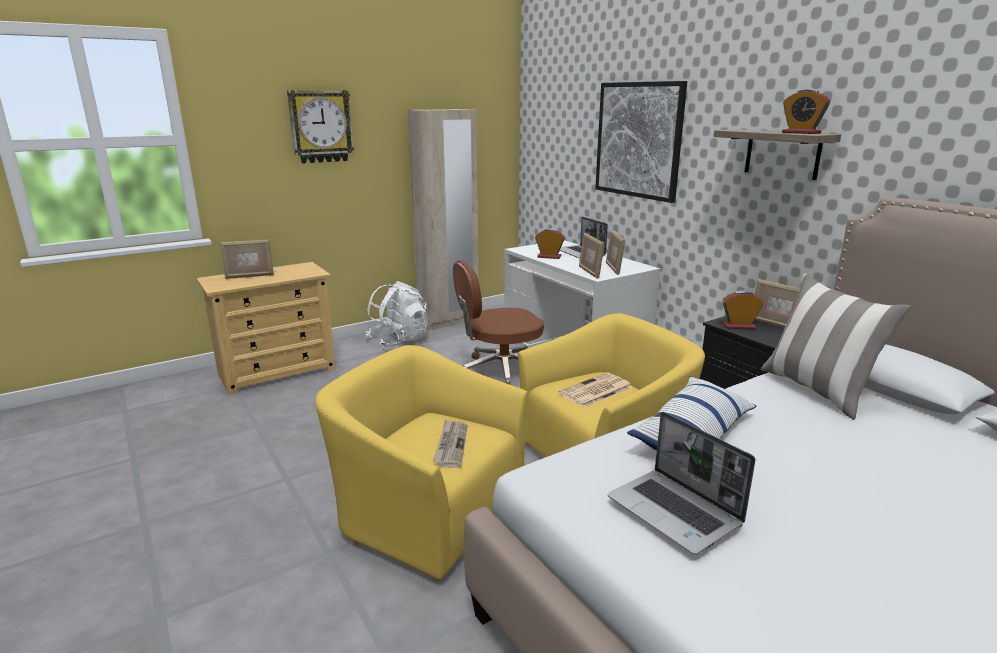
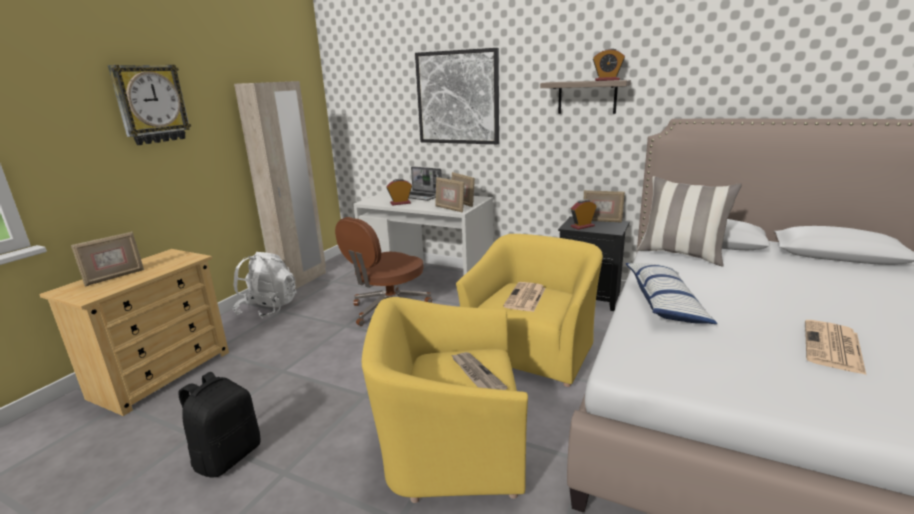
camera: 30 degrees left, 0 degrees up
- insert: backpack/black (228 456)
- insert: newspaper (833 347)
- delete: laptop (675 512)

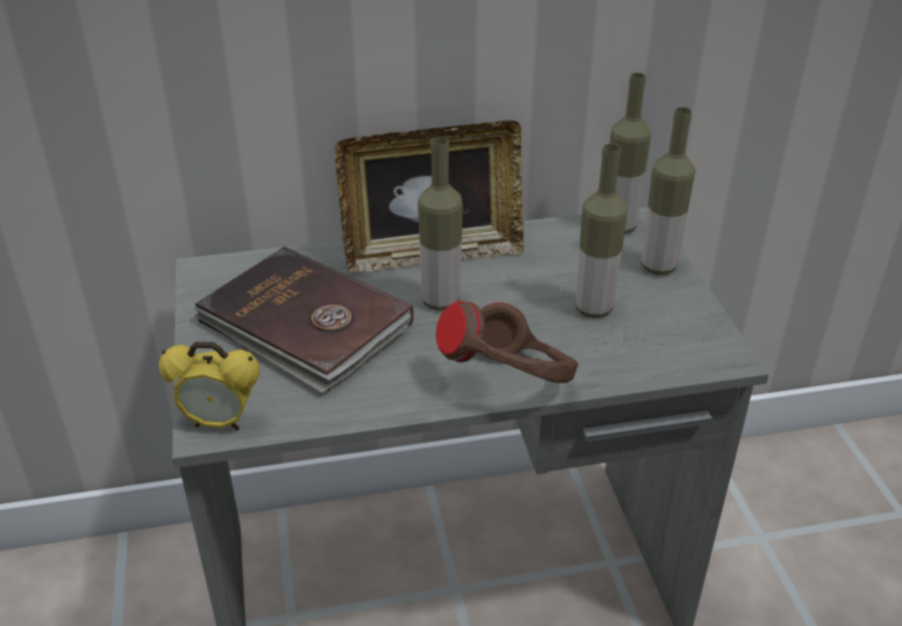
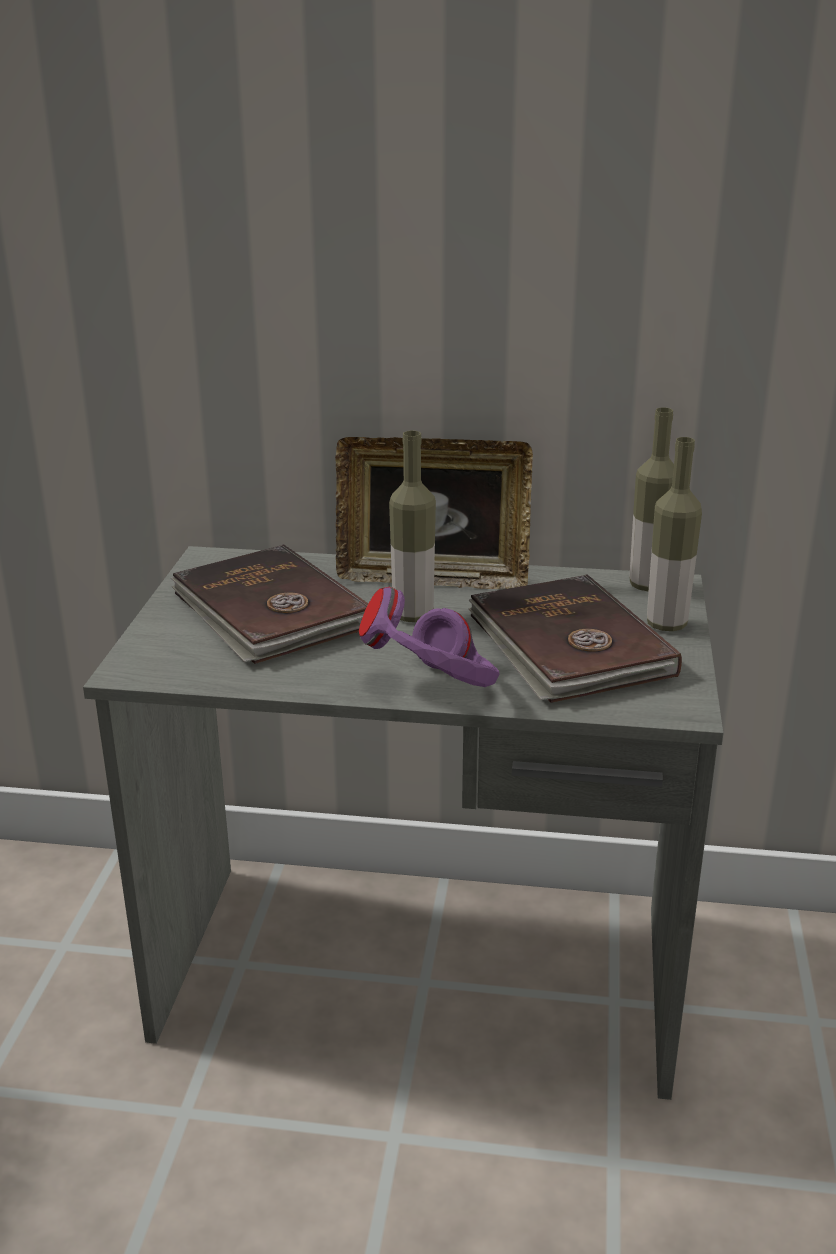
camera: 20 degrees right, 10 degrees down
- recolor: headphones/brown (510 383) to headphones/purple (434 690)
- replace: bottle (593 309) to book/brown (567 647)
- delete: alarm clock (219 423)

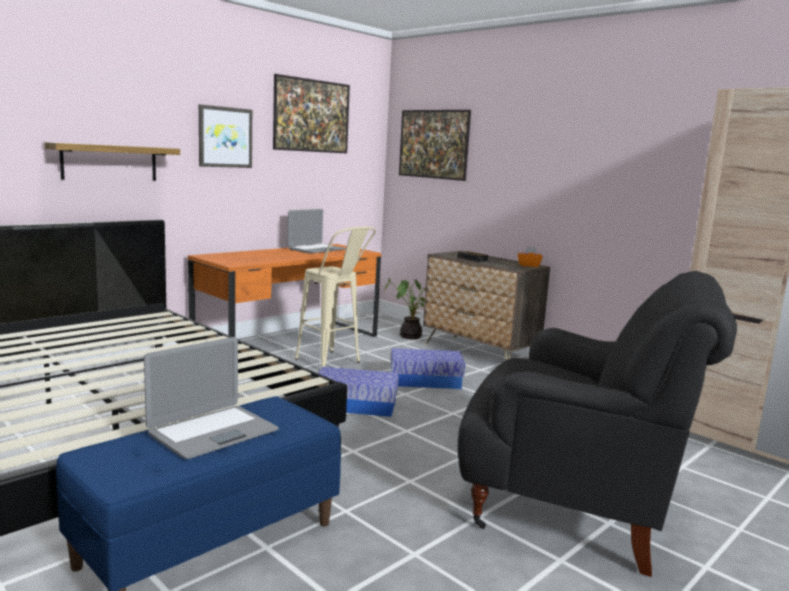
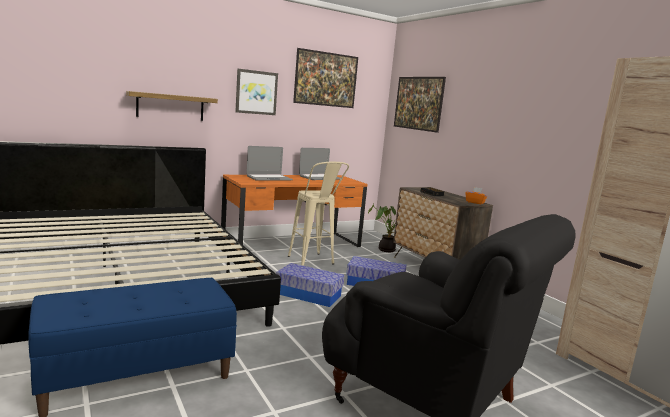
camera: 15 degrees right, 0 degrees up
- move: laptop (212 432) to (269 178)

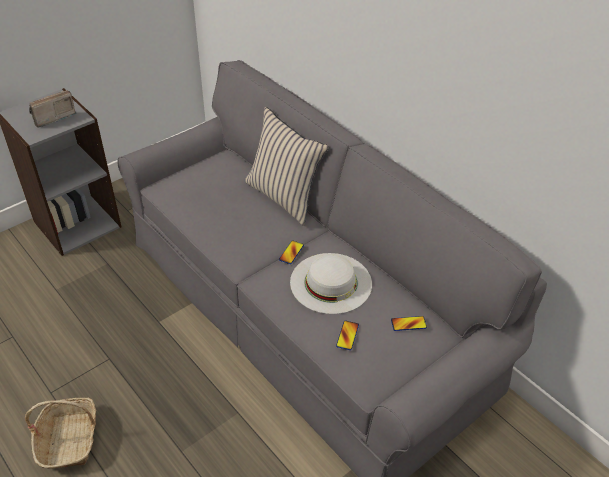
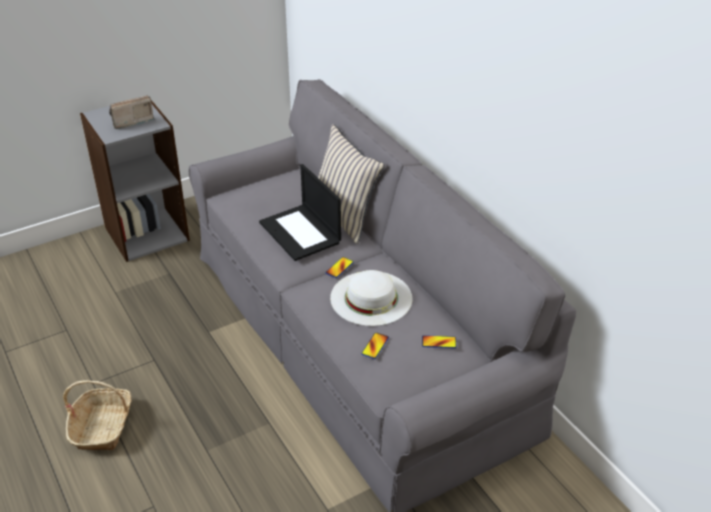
camera: 10 degrees right, 5 degrees down
- insert: laptop (301 233)

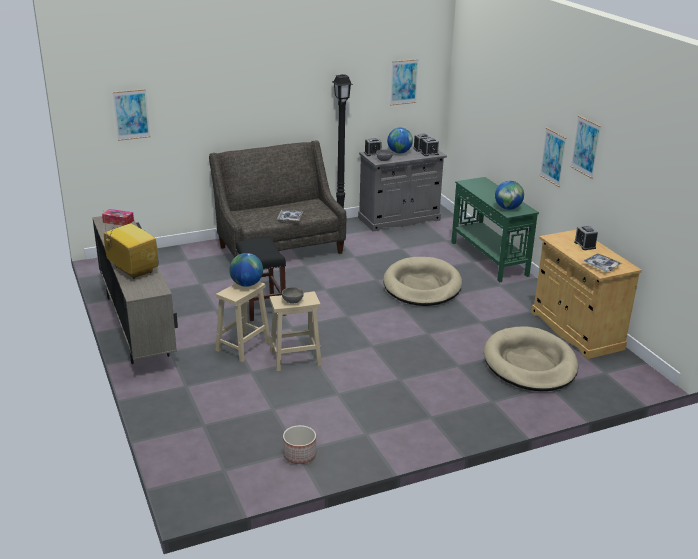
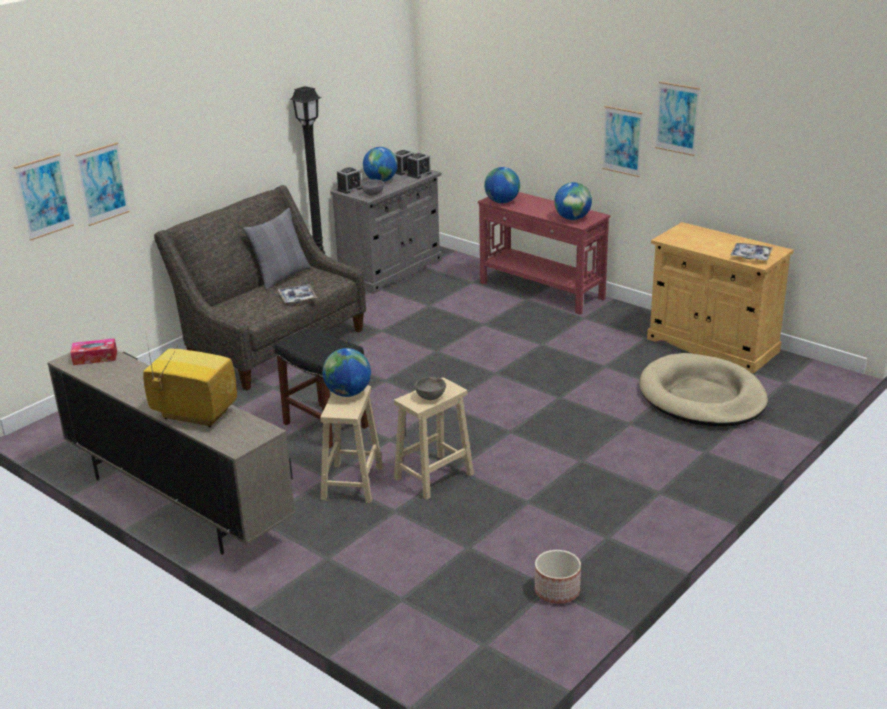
camera: 25 degrees left, 0 degrees up
- move: picture (404 82) to (102 184)
- insert: pillow/grey (281 277)
- recolor: console table/green (488 259) to console table/red (541 291)
- insert: globe (502 202)
- delete: dog bed/beige (422 286)
- delete: alarm clock (584 245)

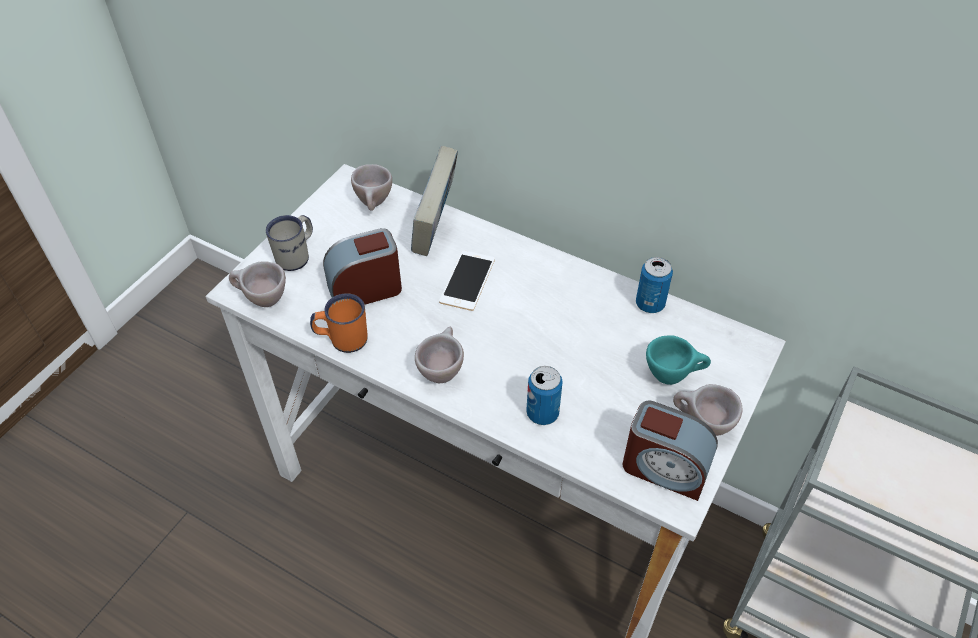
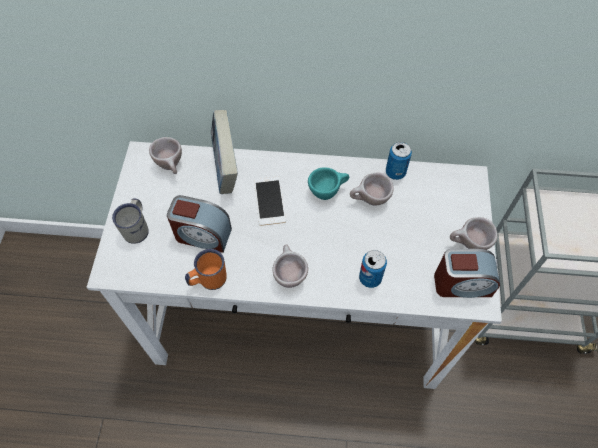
camera: 25 degrees left, 10 degrees up
- rotate: alarm clock (365 289) = (202 235) 120 degrees counterclockwise
- move: cup/turquoise (673 375) to (328 192)
- move: cup/beige (261 300) to (369 201)

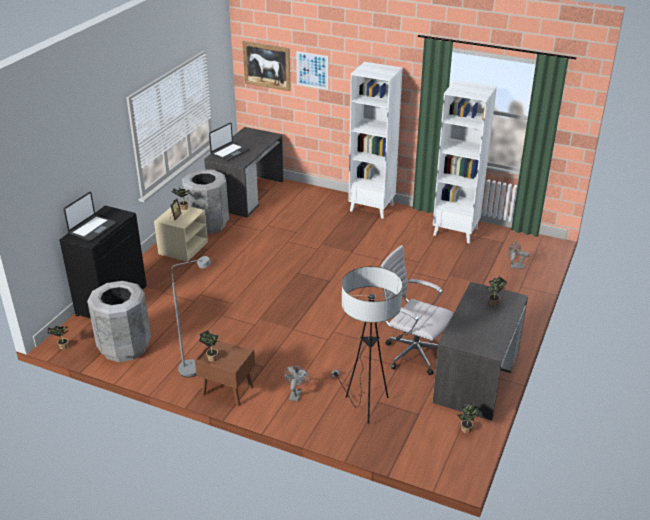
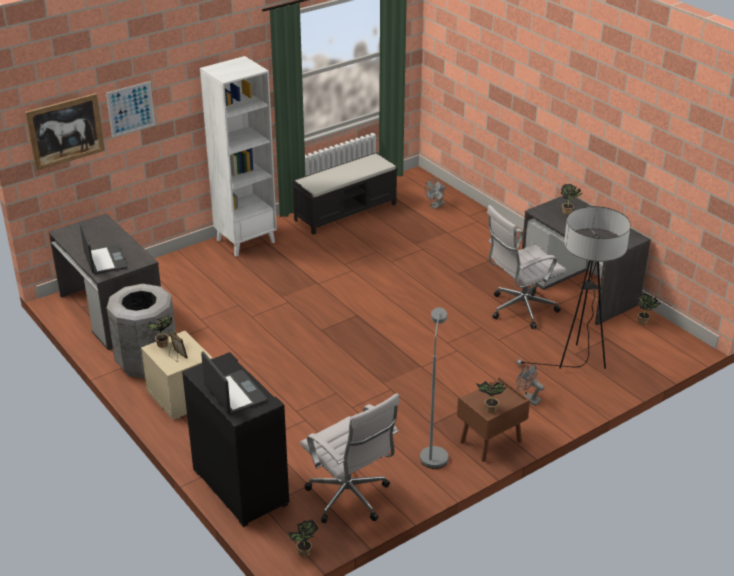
camera: 60 degrees left, 0 degrees up
- replace: bookcase/white (456 231) to bench/black (346 212)
- replace: trash can/grey (124 347) to office chair/white (350 499)

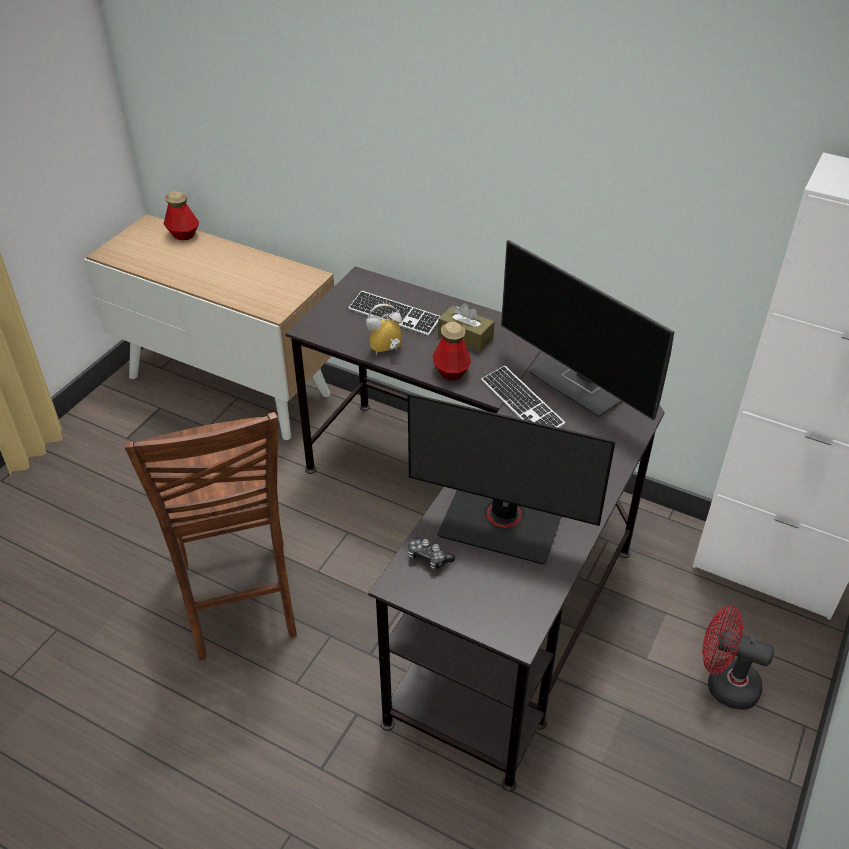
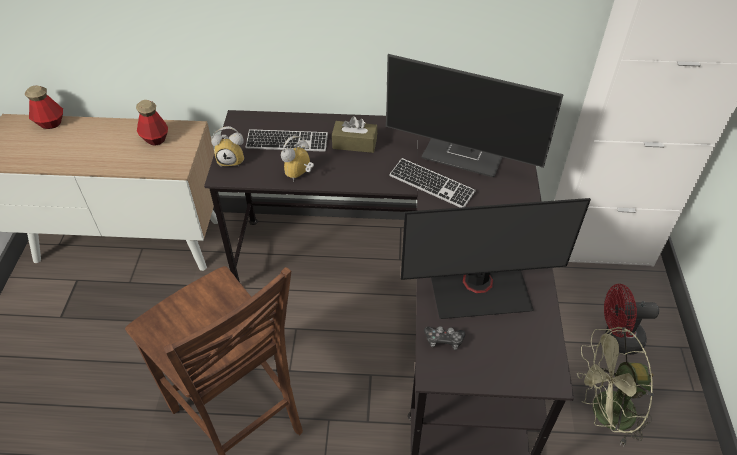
camera: 25 degrees left, 5 degrees up
- move: bottle (451 371) to (155 139)
- insert: alarm clock (232 160)
- insert: fan/green (604 414)

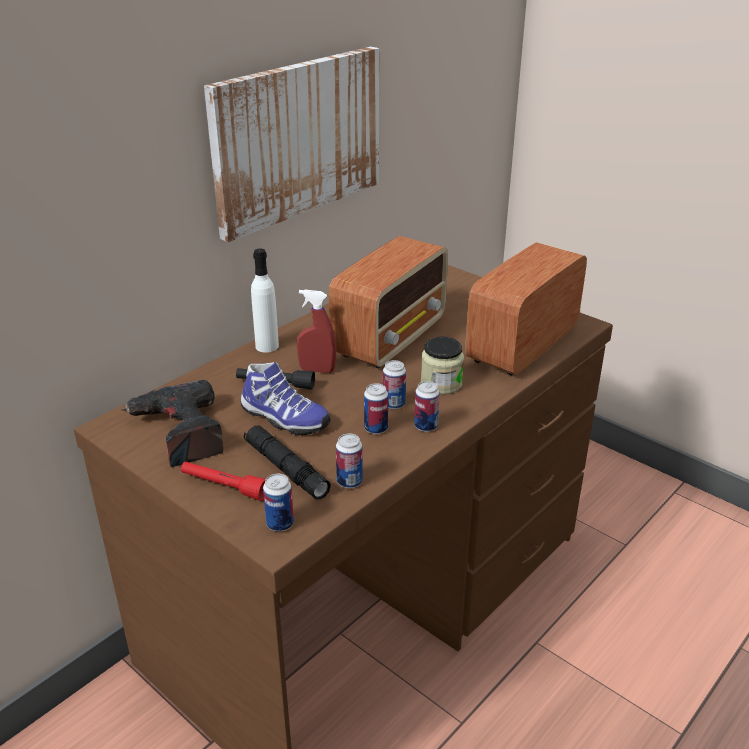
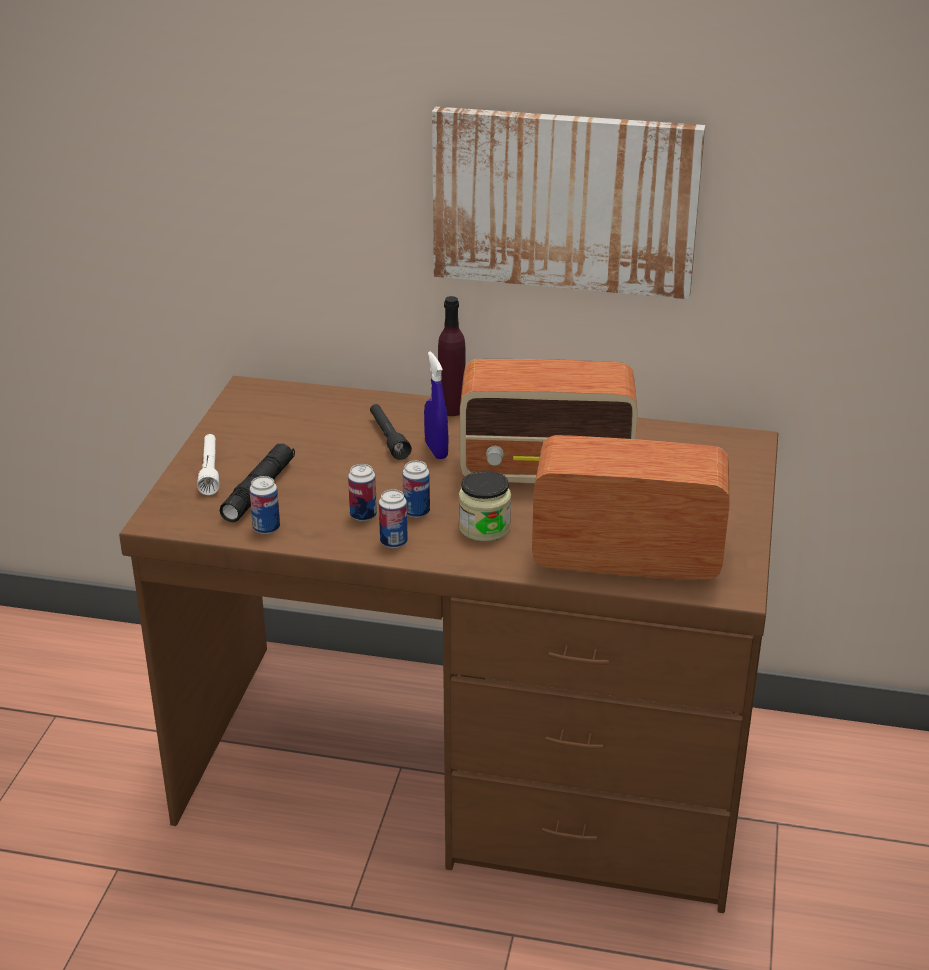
camera: 60 degrees right, 0 degrees up
- recolor: flashlight/red (224 487) to flashlight/white (210 471)
- recolor: spray bottle/red (317 370) to spray bottle/blue (436 450)
- recolor: bottle/white (267 346) to bottle/purple (452 409)
- delete: power drill (180 433)
- delete: shoe (283 419)
- delete: can (280 524)

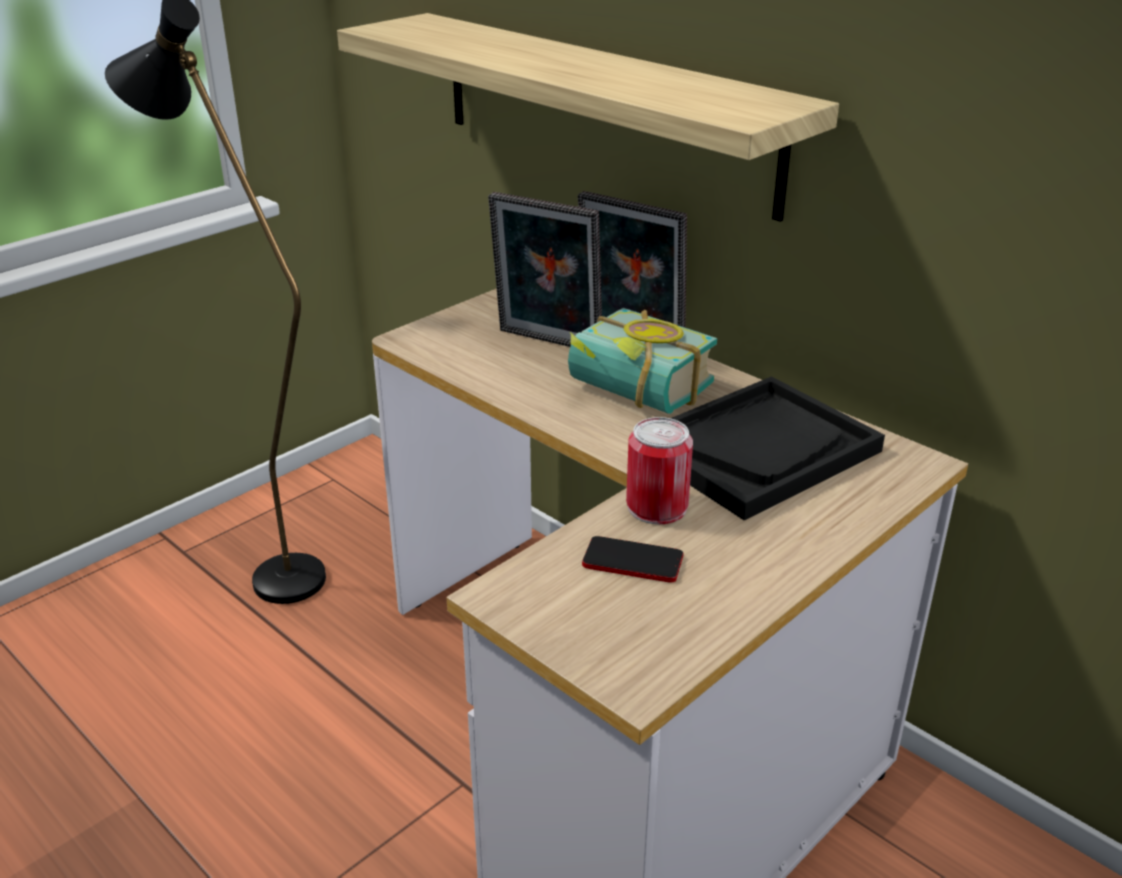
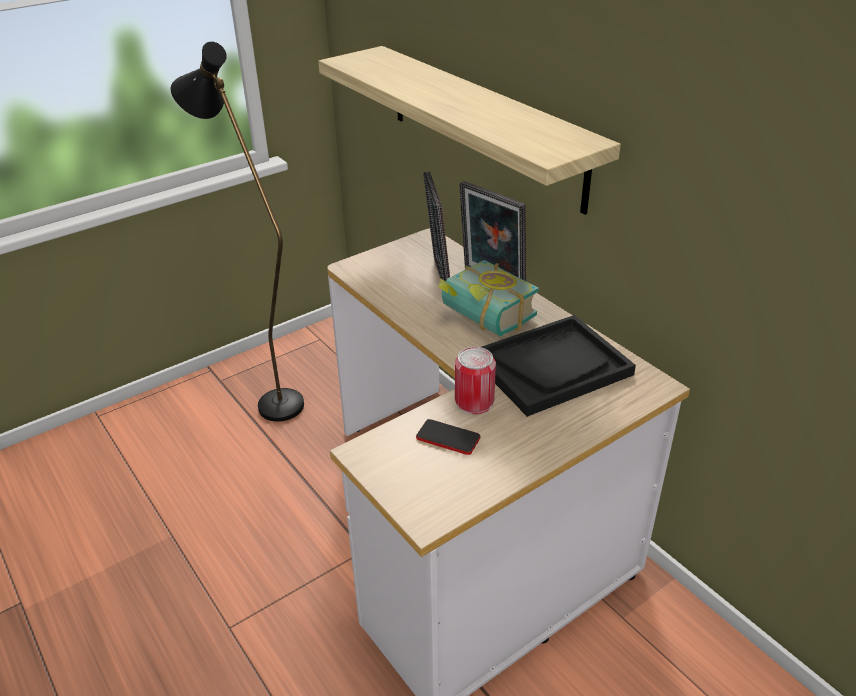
camera: 10 degrees right, 5 degrees up
- rotate: picture frame (547 343) = (437 276) 45 degrees clockwise

